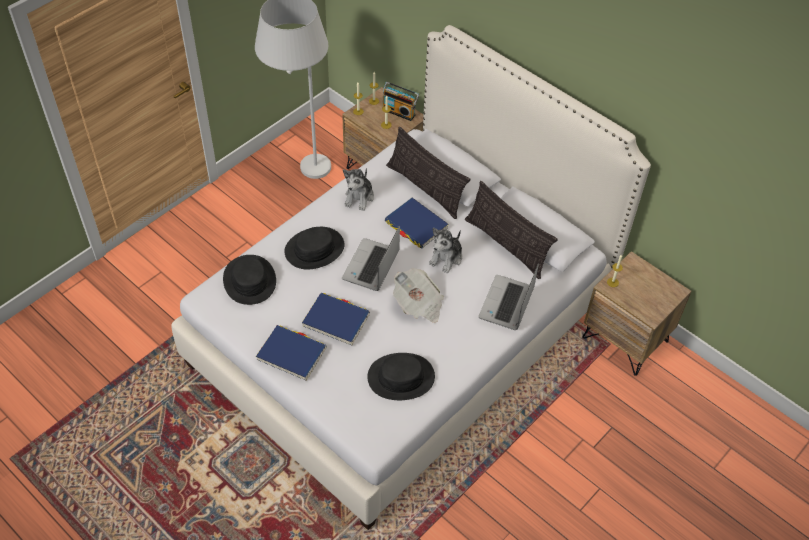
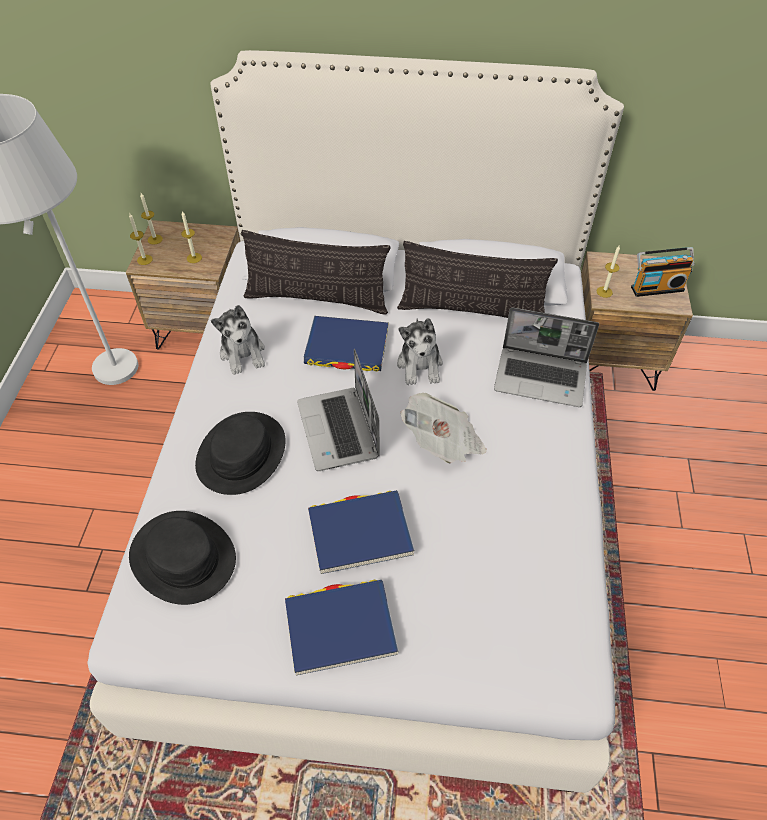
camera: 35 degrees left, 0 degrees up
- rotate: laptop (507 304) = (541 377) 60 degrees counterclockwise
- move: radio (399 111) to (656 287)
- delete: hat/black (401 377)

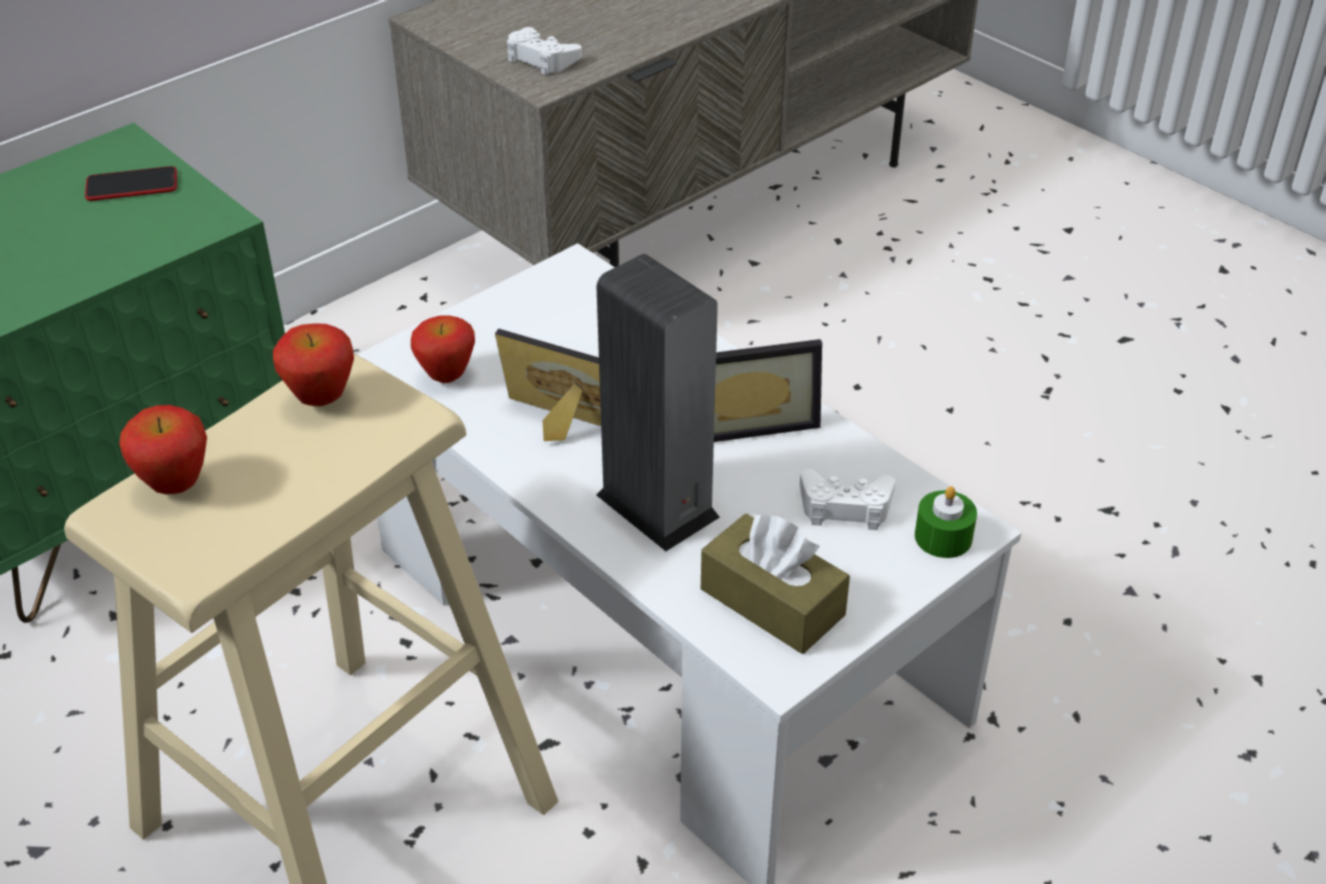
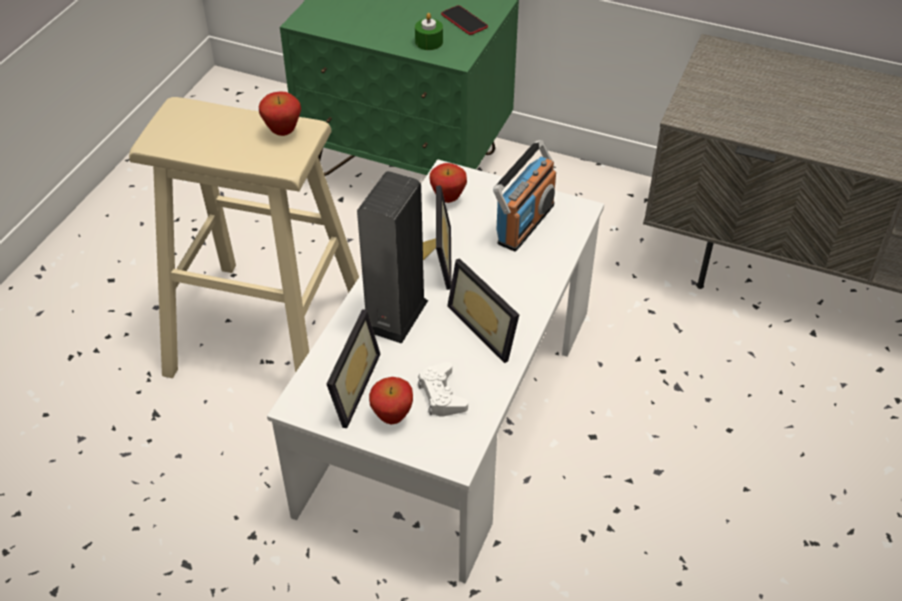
camera: 65 degrees right, 5 degrees up
- replace: tissue box/brown (772 602) to picture frame (346 386)
- move: apple (175 485) to (392 417)
- move: candle/green (943 537) to (429 42)
- insert: radio (524 223)
- delete: game controller/white (541 59)

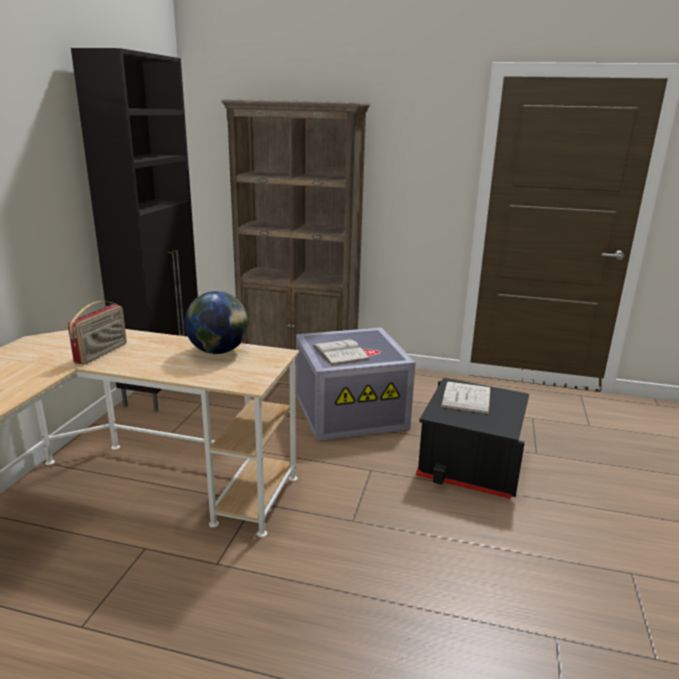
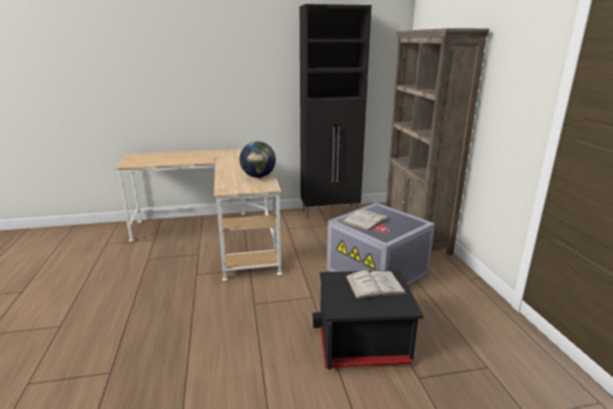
camera: 65 degrees right, 0 degrees up
- delete: radio (102 353)

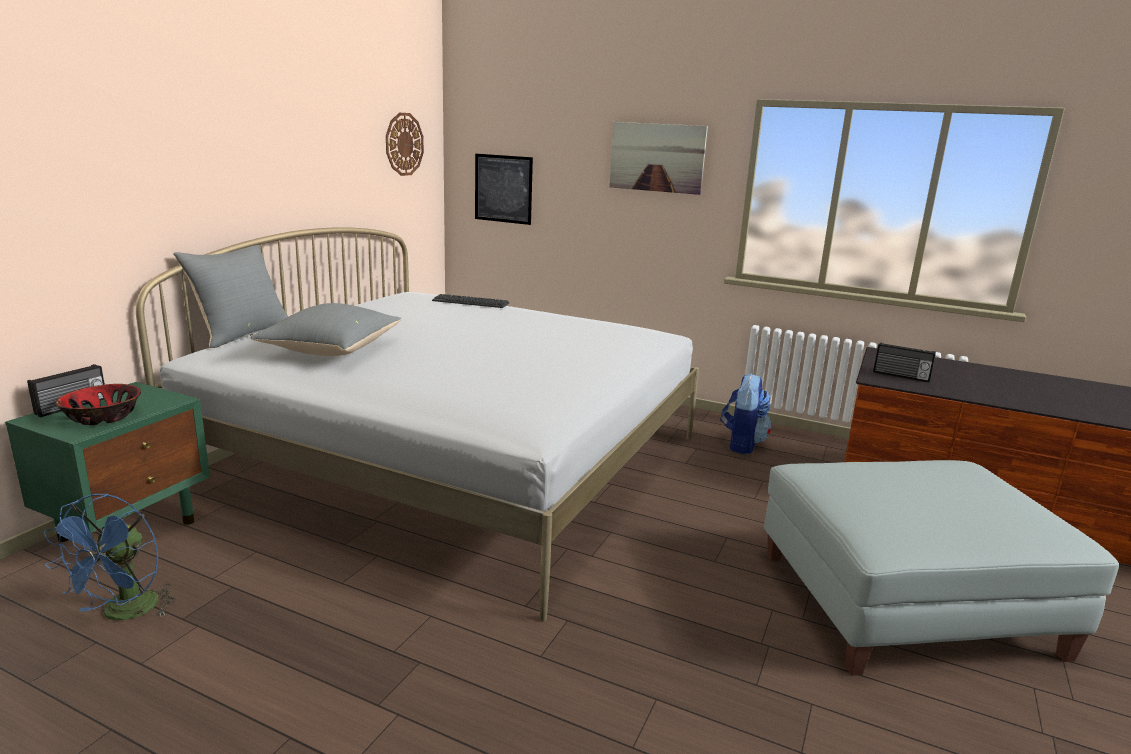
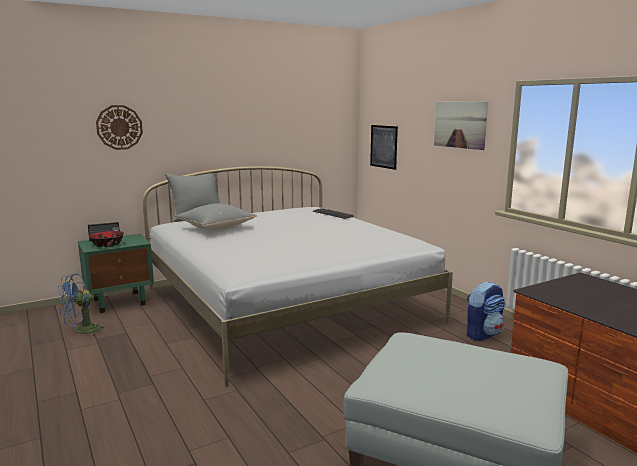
camera: 35 degrees right, 5 degrees down
- move: wall clock (404 144) to (119 127)
- delete: radio (901 376)

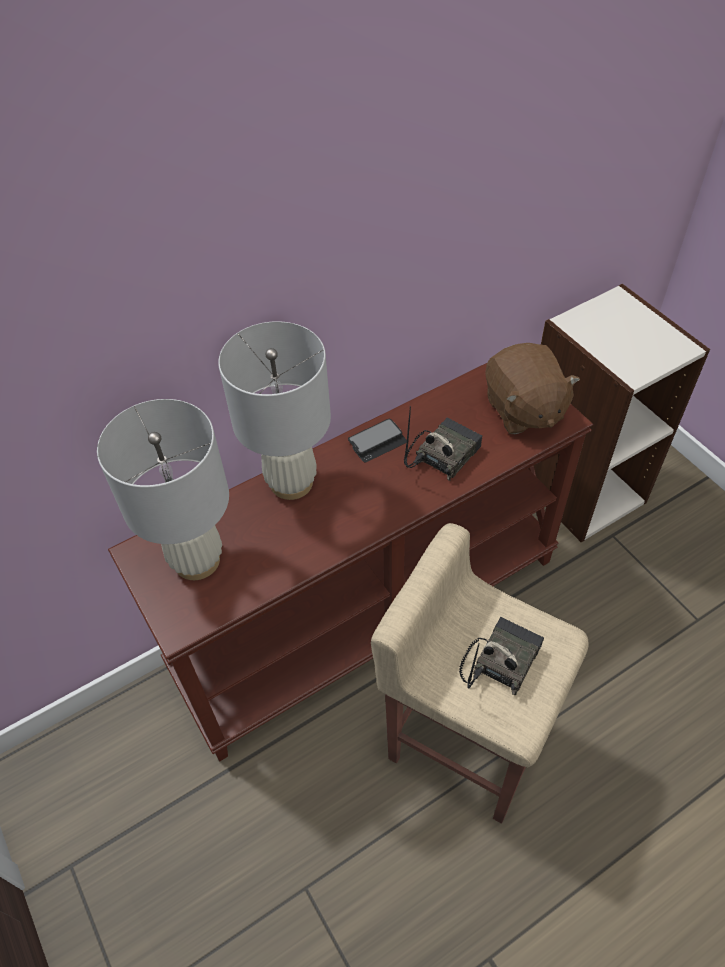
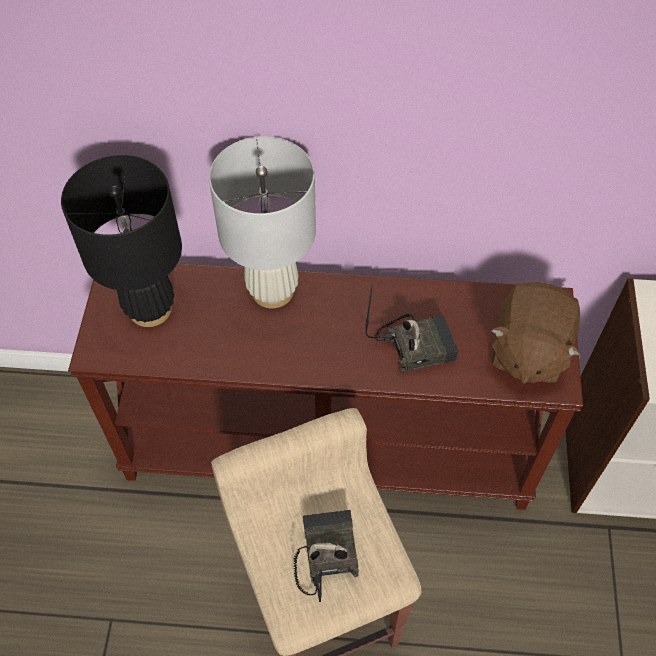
camera: 35 degrees right, 5 degrees up
- recolor: table lamp/white (197 560) to table lamp/black (150 309)
- rotate: radio (500 660) = (324 553) 75 degrees counterclockwise
- delete: phone (377 441)

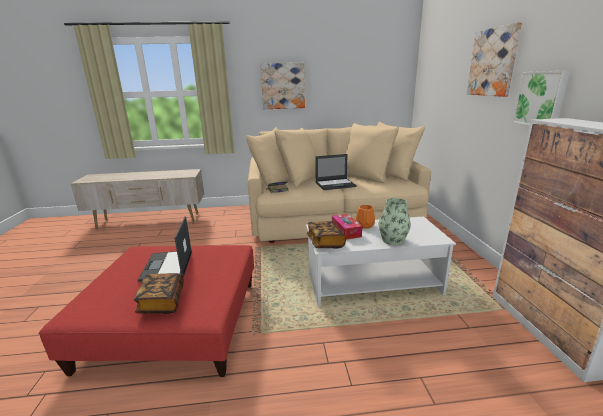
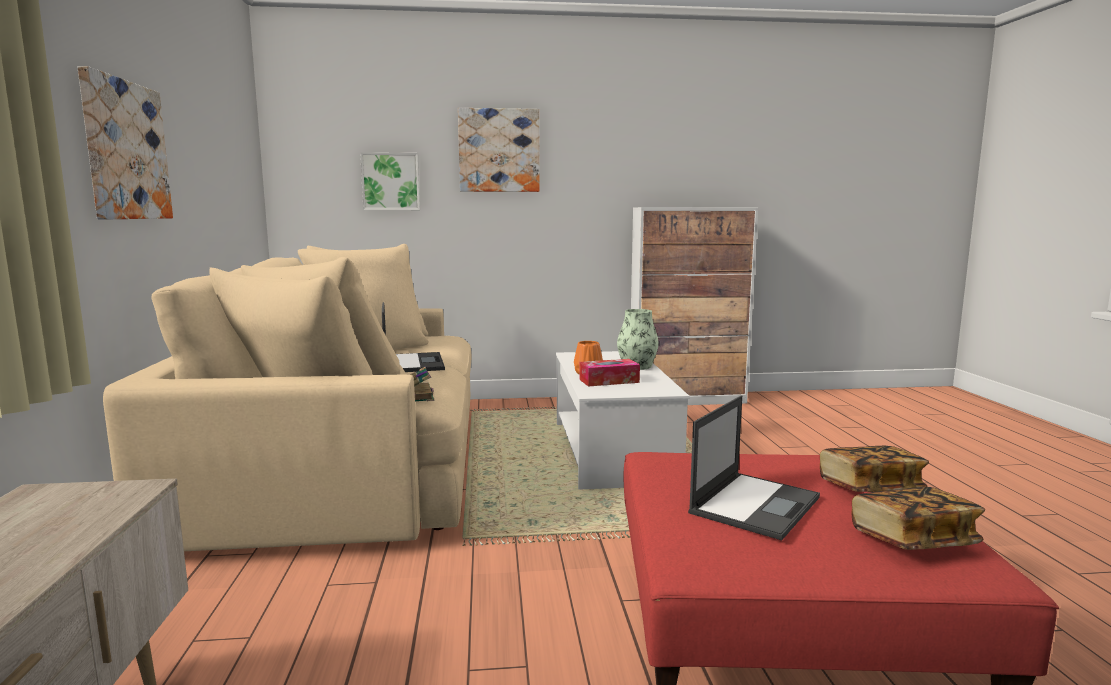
camera: 90 degrees left, 10 degrees down
- move: picture (541 99) to (391 181)
- rotate: laptop (167 266) = (755 504) 45 degrees counterclockwise
- move: book (325 242) to (913 540)

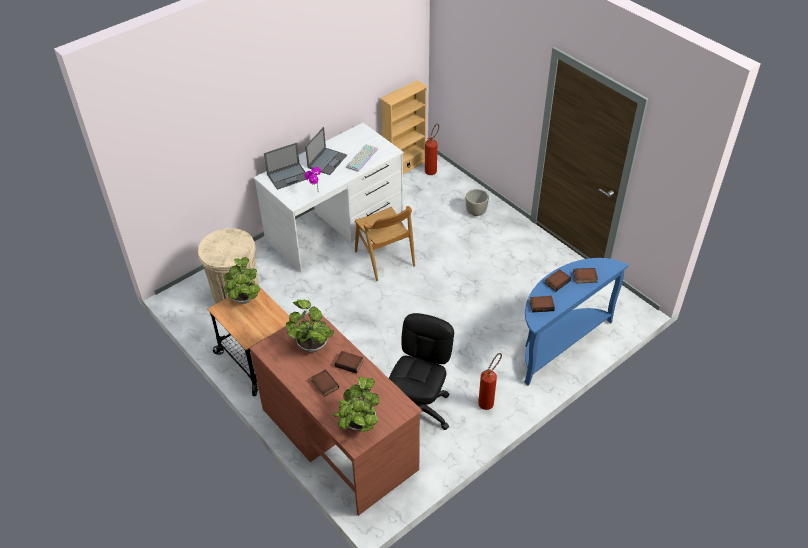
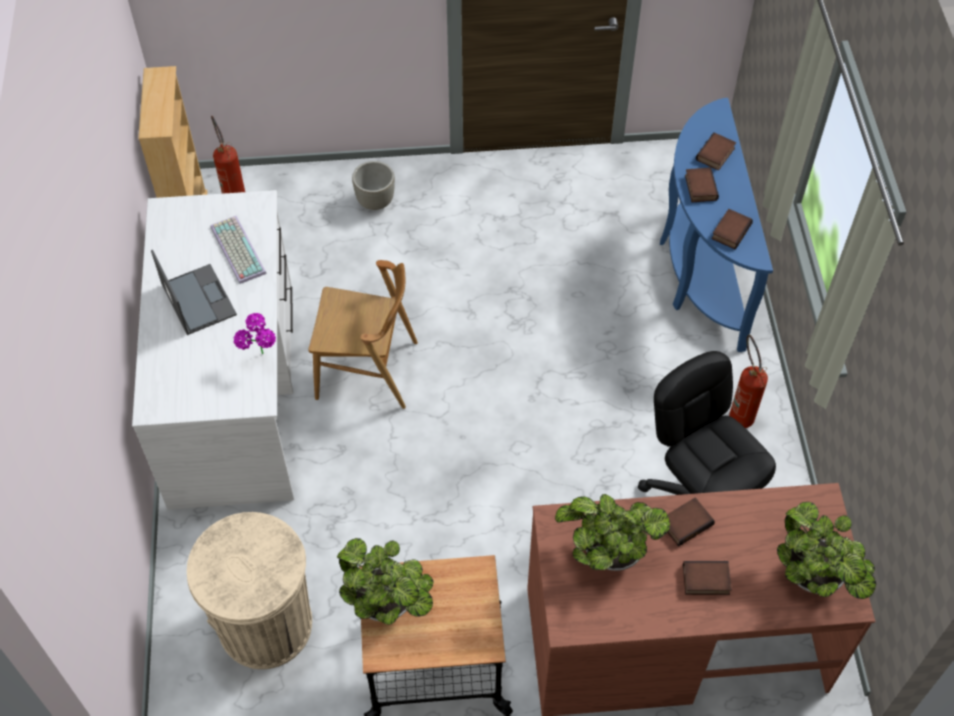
camera: 55 degrees left, 10 degrees up
- delete: laptop (288 176)

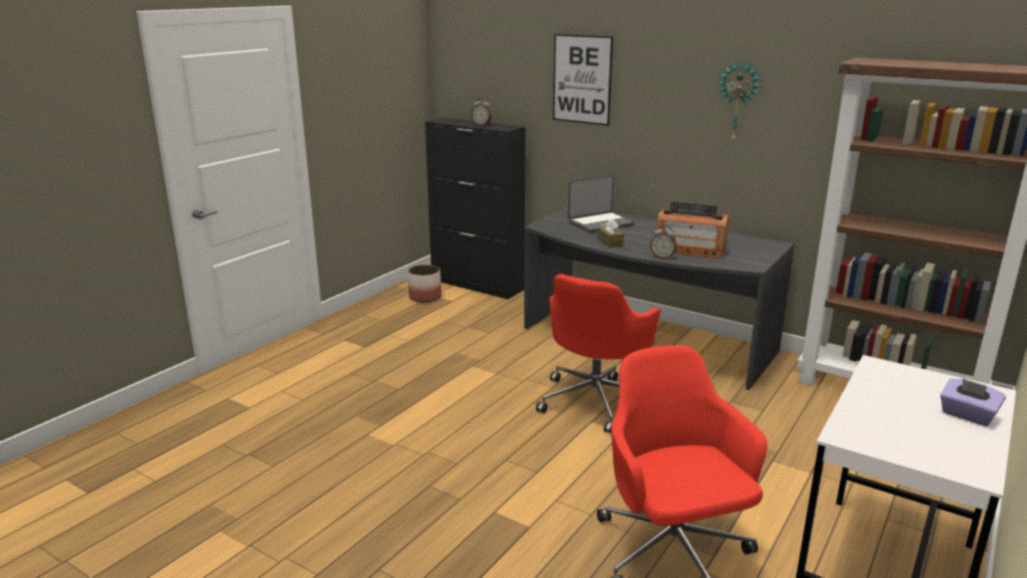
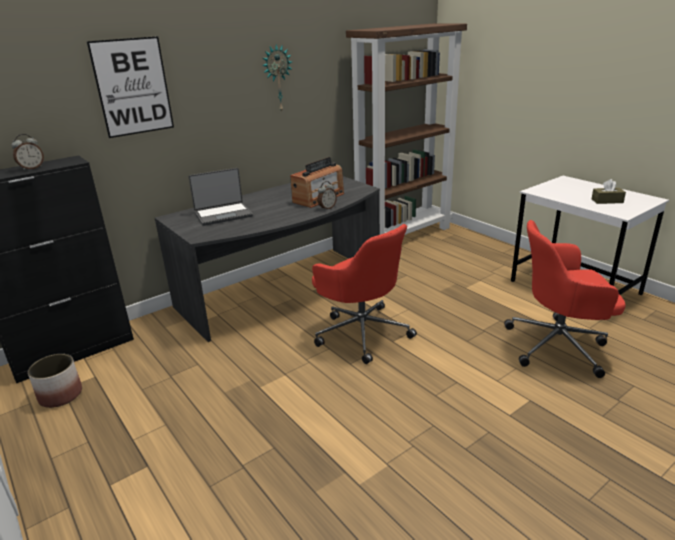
camera: 70 degrees left, 5 degrees up
- rotate: laptop (600 223) = (223 214) 75 degrees clockwise
- move: tissue box/brown (610 242) to (607 201)
- delete: tissue box/purple (967 415)

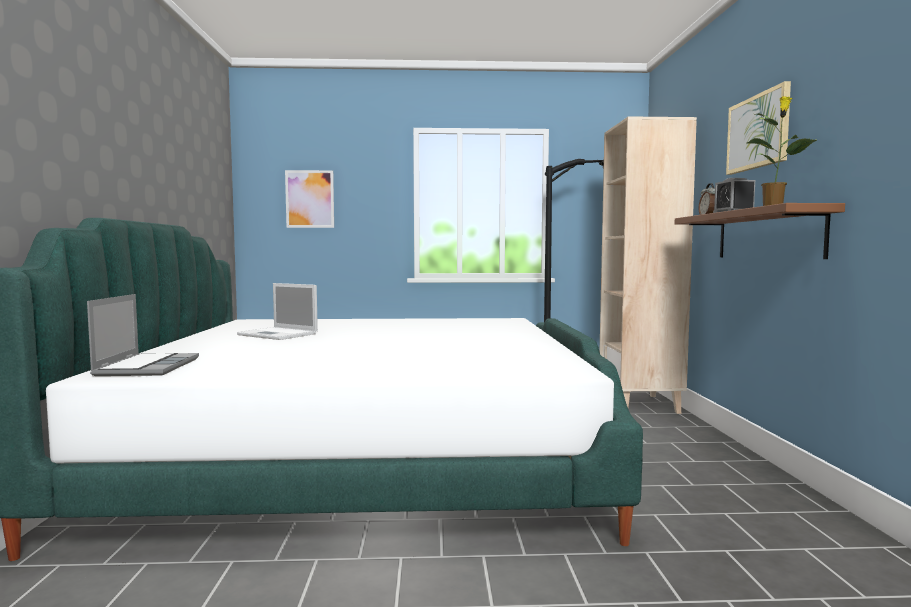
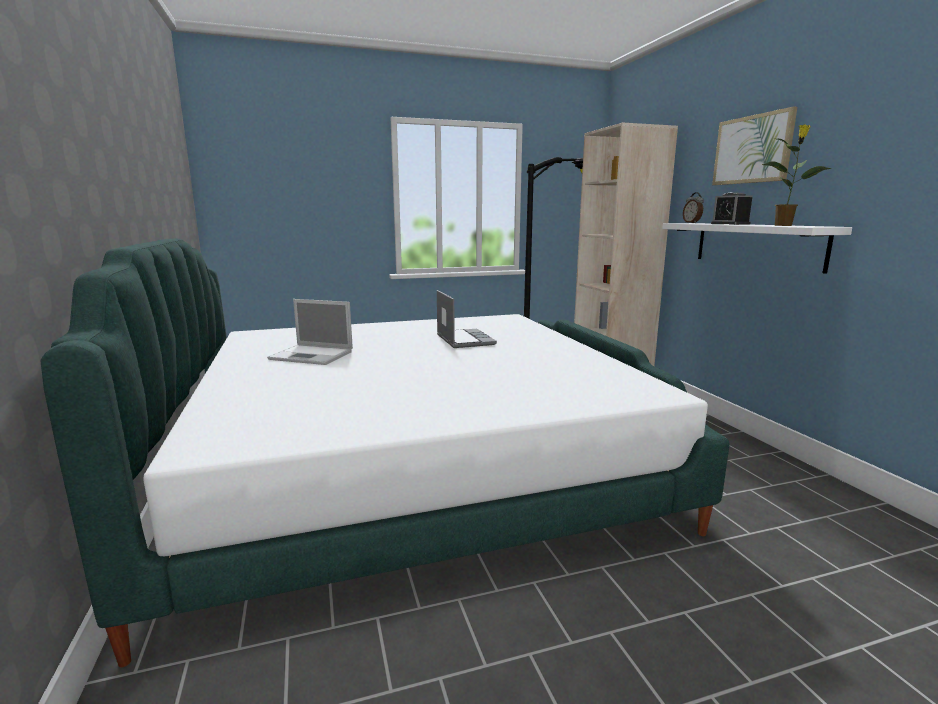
camera: 15 degrees left, 10 degrees up
- move: laptop (147 367) to (464 340)
- recolor: shelf/brown (767 235) to shelf/white (757 245)
- delete: picture (310 199)

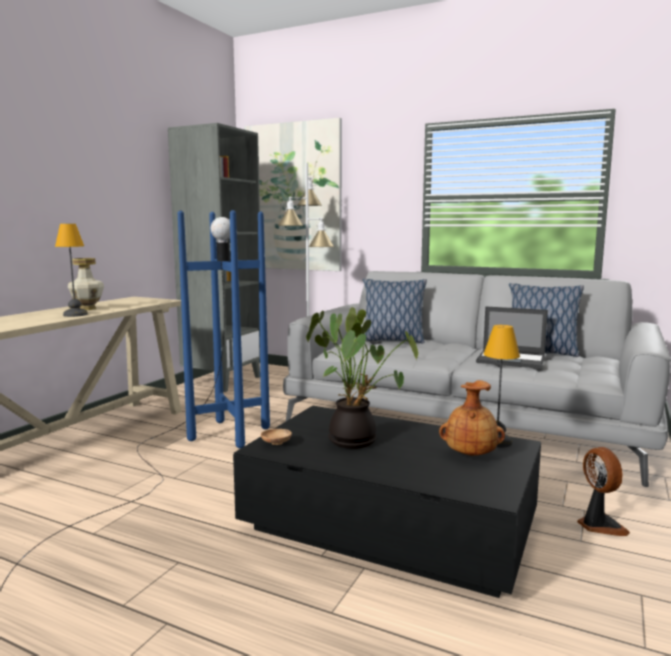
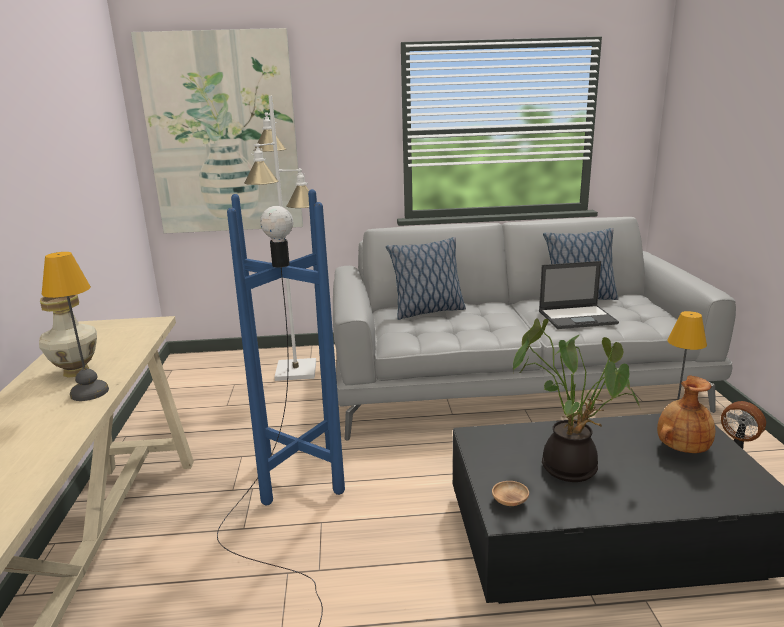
camera: 30 degrees left, 10 degrees up
- delete: bookcase/grey (223 381)

